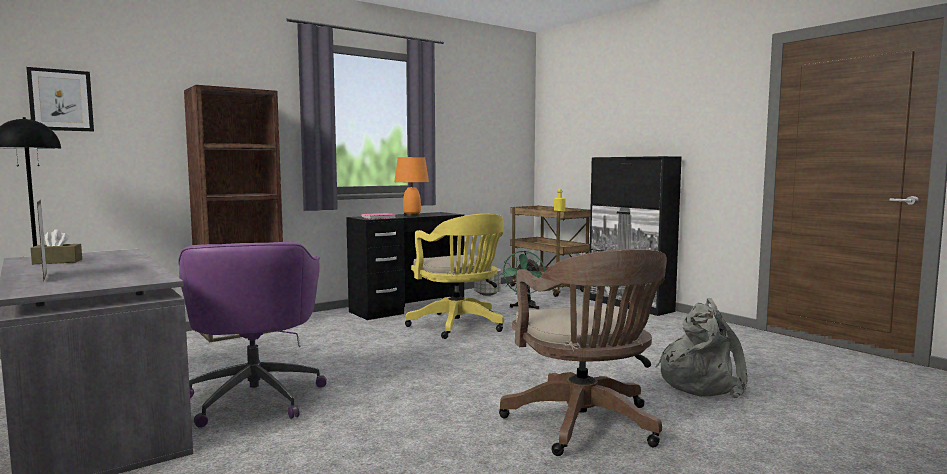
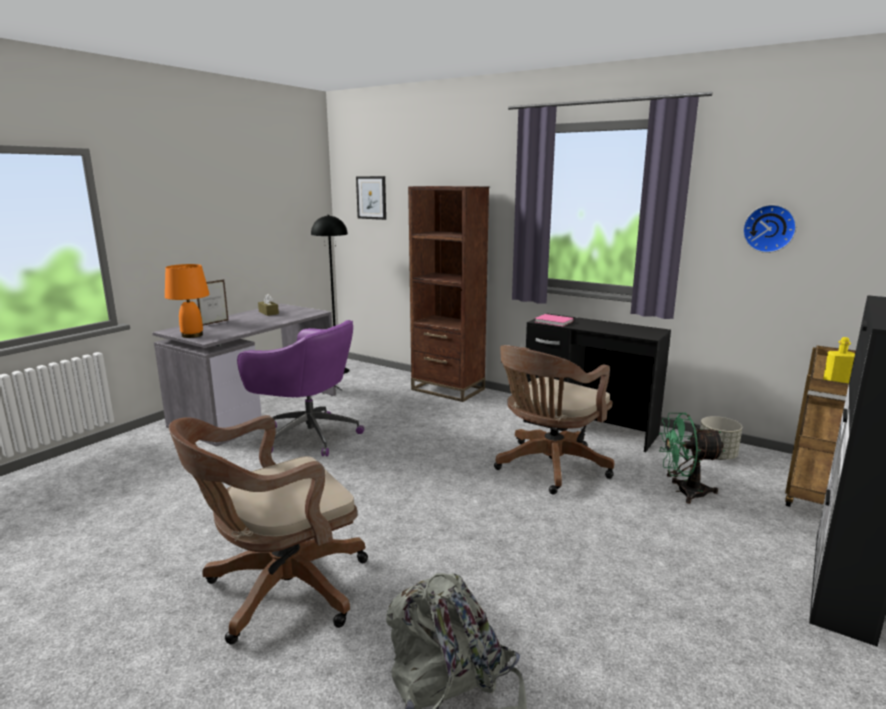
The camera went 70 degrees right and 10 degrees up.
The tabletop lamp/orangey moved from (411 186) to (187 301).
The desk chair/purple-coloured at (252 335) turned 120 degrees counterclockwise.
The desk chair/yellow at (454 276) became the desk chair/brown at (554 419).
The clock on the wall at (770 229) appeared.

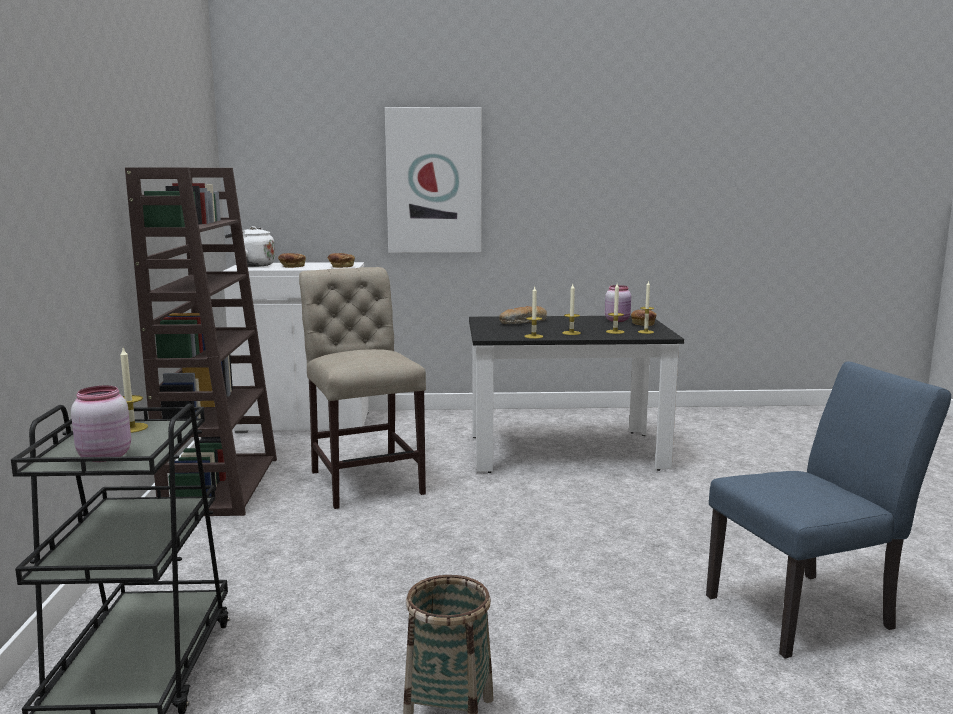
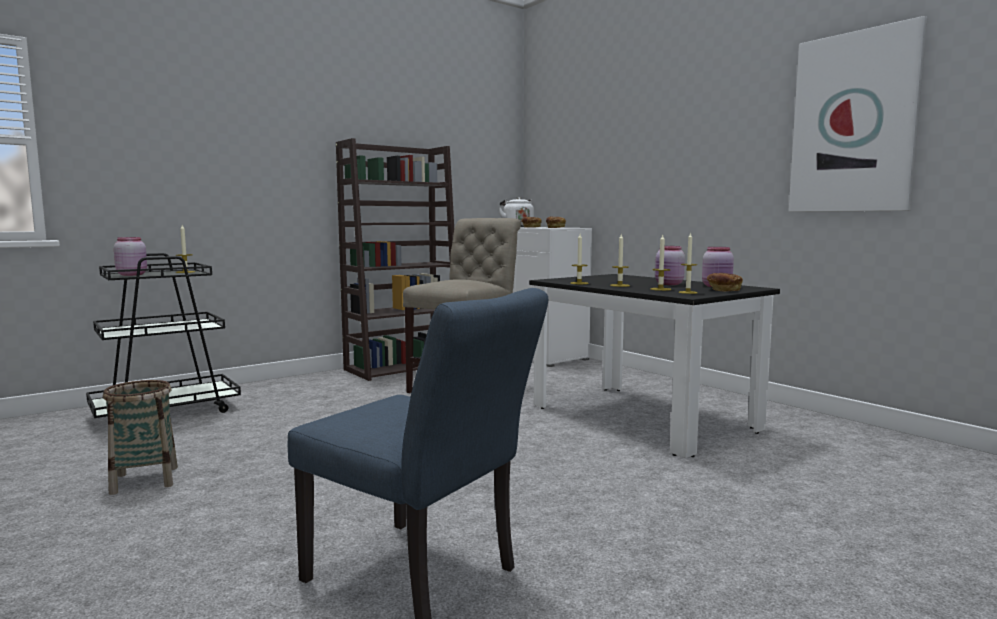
The camera went 55 degrees right and 5 degrees down.
The jar/pink at (670 265) appeared.
The wall picture moved from (433 180) to (858 114).
The bakery bread at (523 315) disappeared.

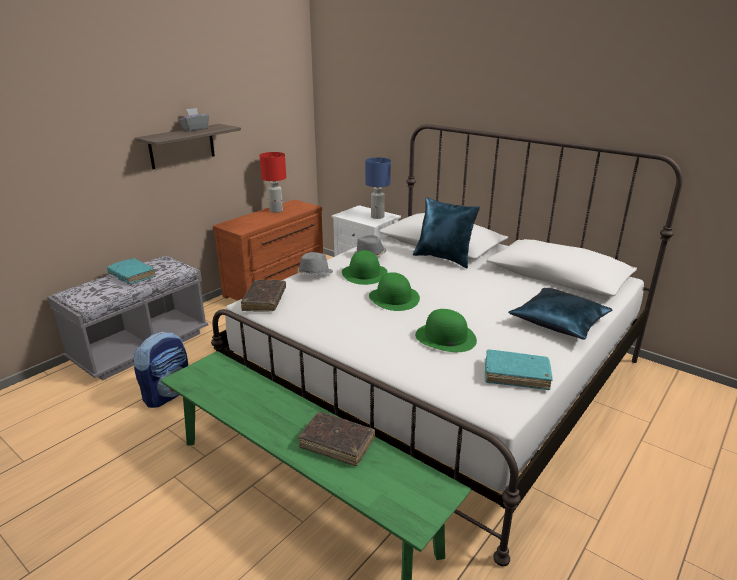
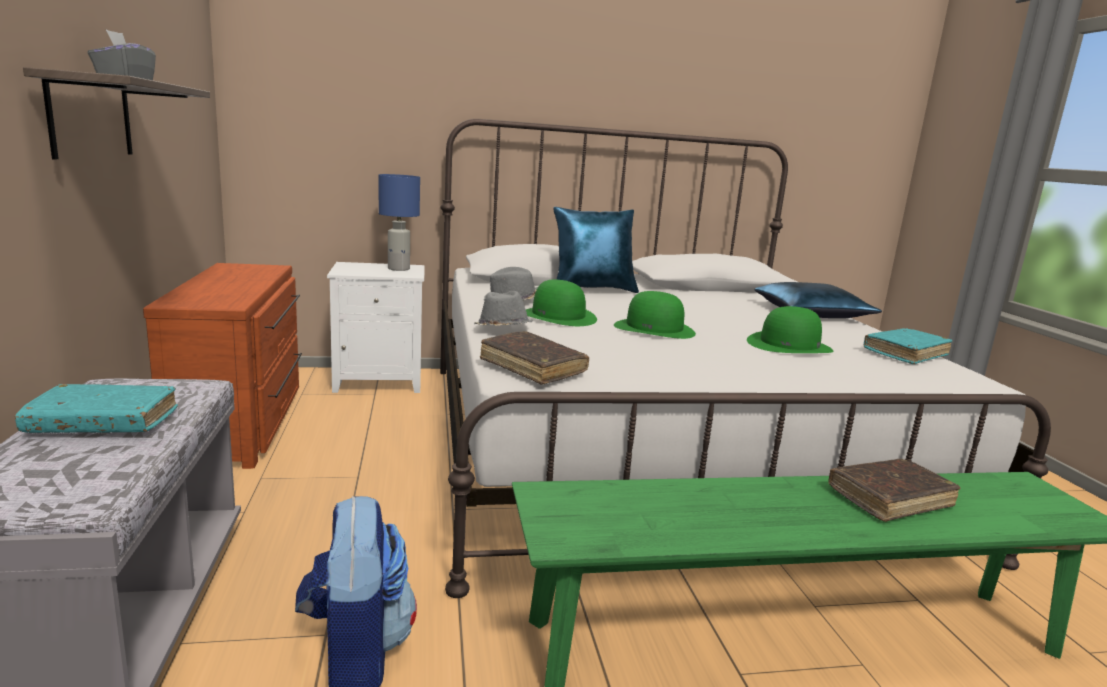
The camera went 50 degrees left and 10 degrees down.
The tabletop lamp/red-coloured at (272 182) disappeared.

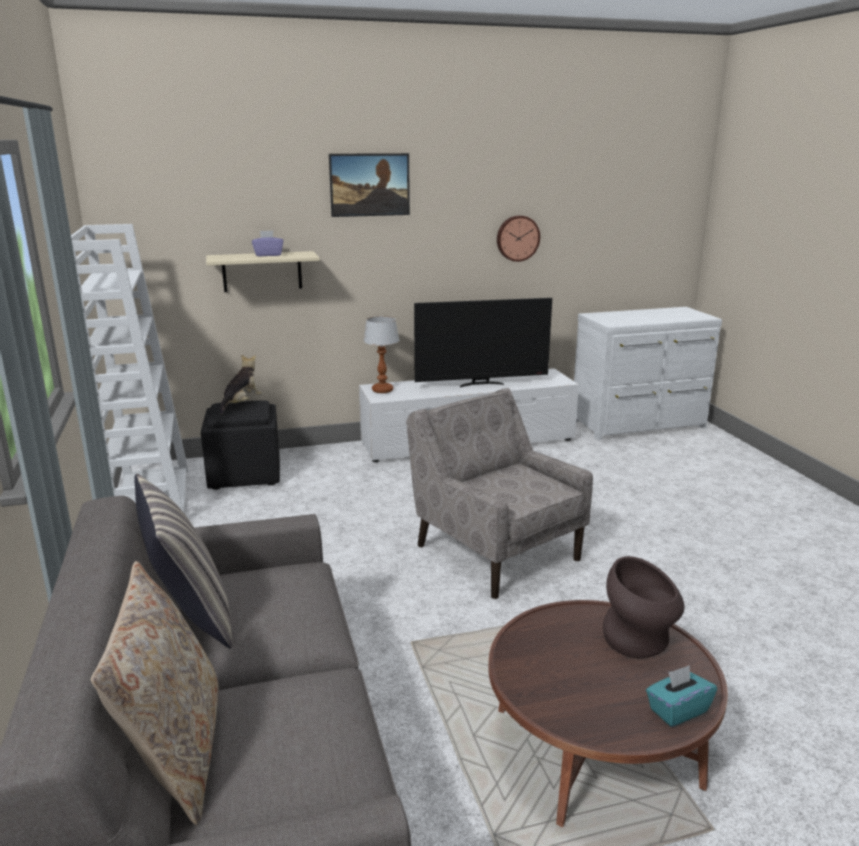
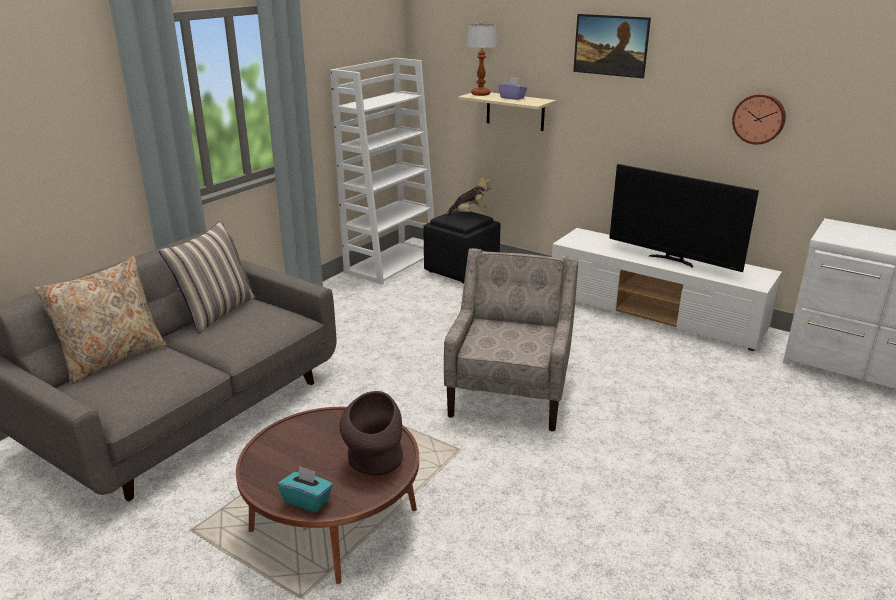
The camera went 50 degrees right and 5 degrees up.
The tabletop lamp moved from (381 354) to (482 60).

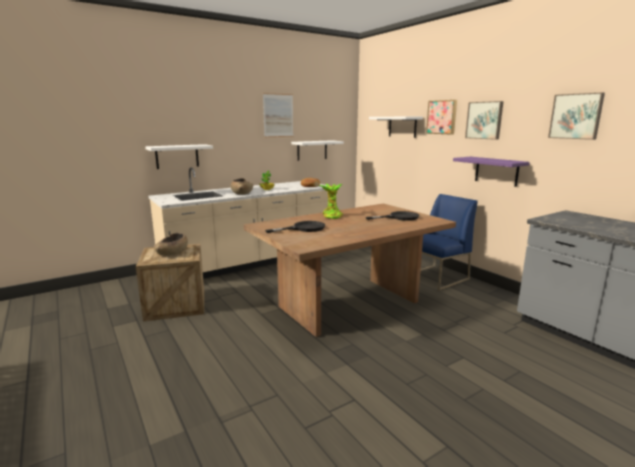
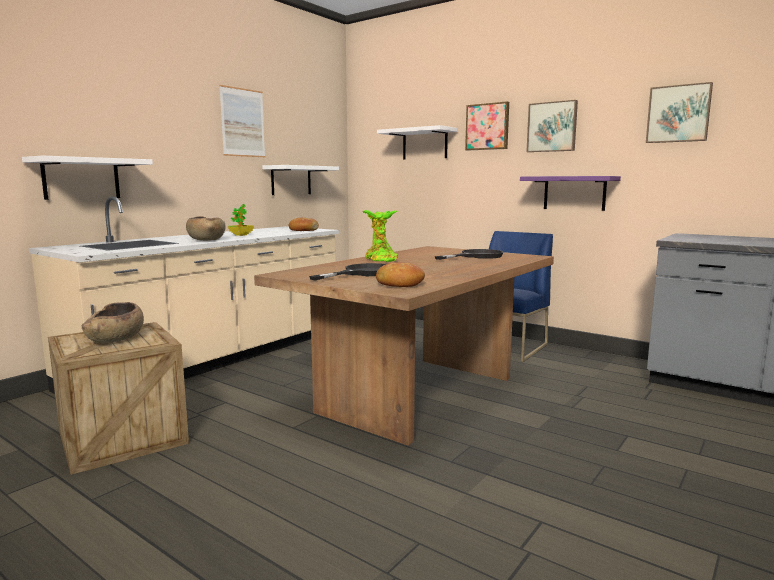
The camera went 20 degrees left and 5 degrees down.
The bakery bread at (400 274) appeared.

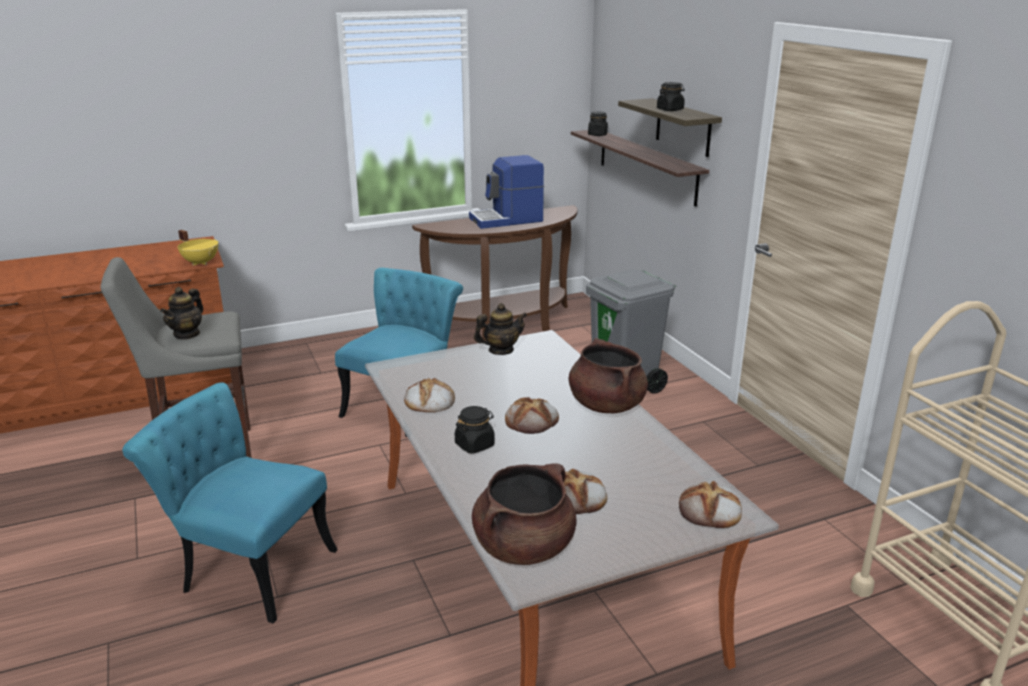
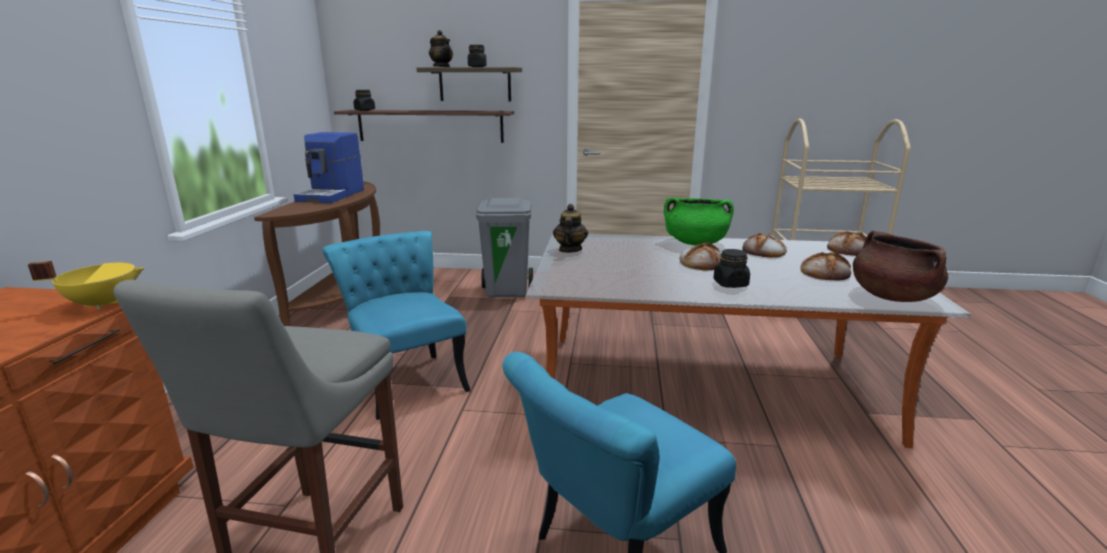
The camera went 60 degrees left and 5 degrees down.
The teapot moved from (181 313) to (441 48).
The saucepot/brown at (608 375) became the saucepot/green-coloured at (698 222).
The bakery bread moved from (429 395) to (764 245).

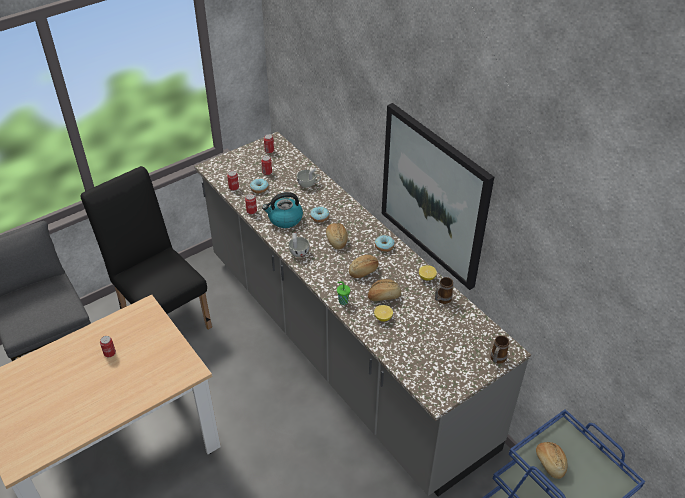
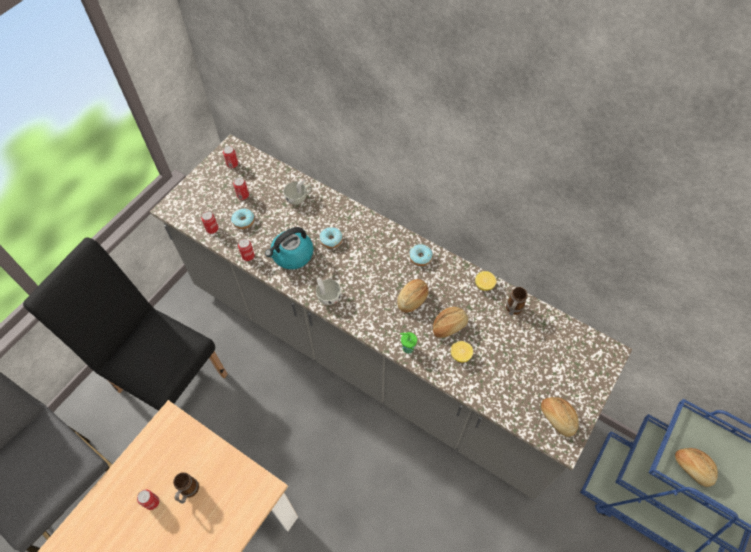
The camera went 20 degrees left and 15 degrees up.
The mug moved from (499 350) to (186 488).
The bakery bread moved from (337 236) to (560 417).
The wall picture at (438 196) disappeared.

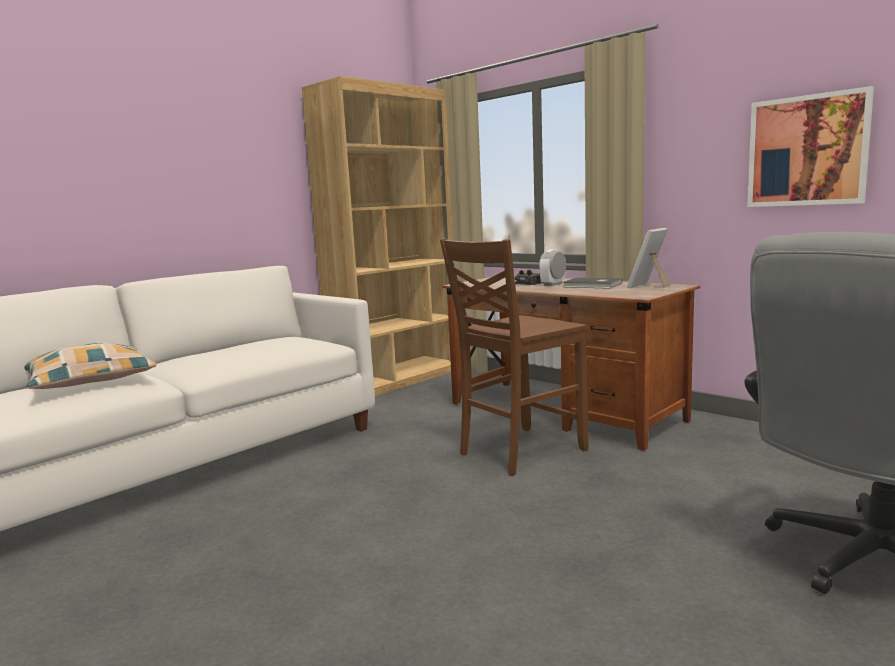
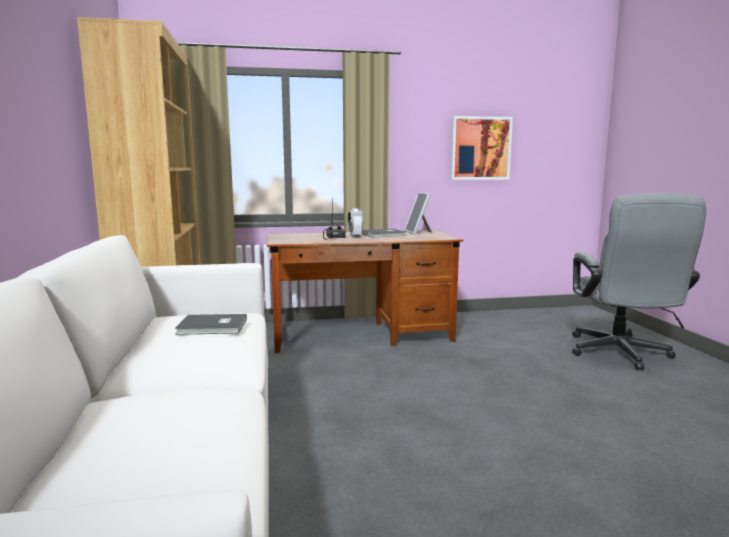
The camera went 55 degrees left and 0 degrees up.
The volume/gray at (211 324) appeared.
The pillow at (90 366) disappeared.
The upright chair/brown at (514 357) disappeared.

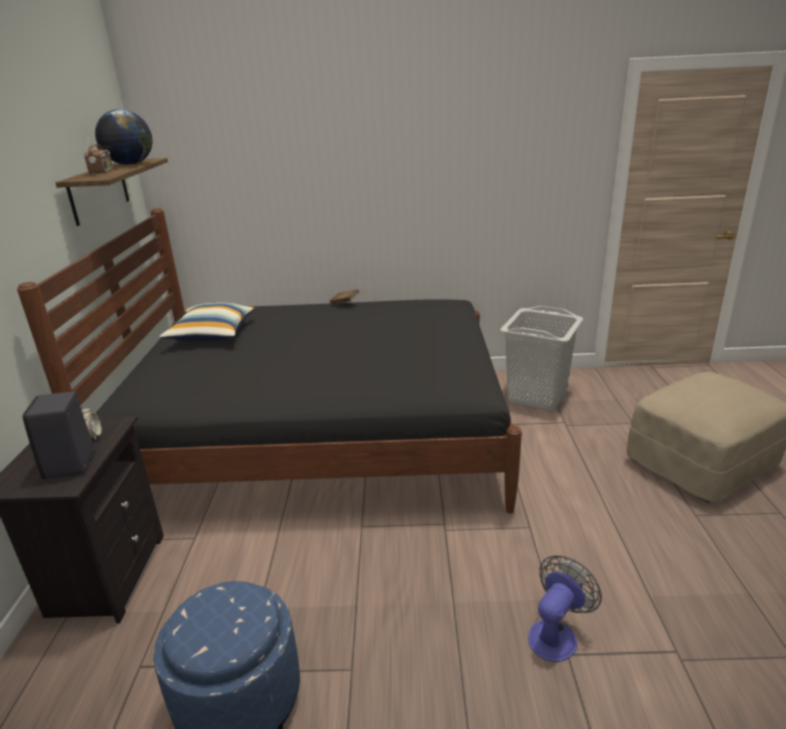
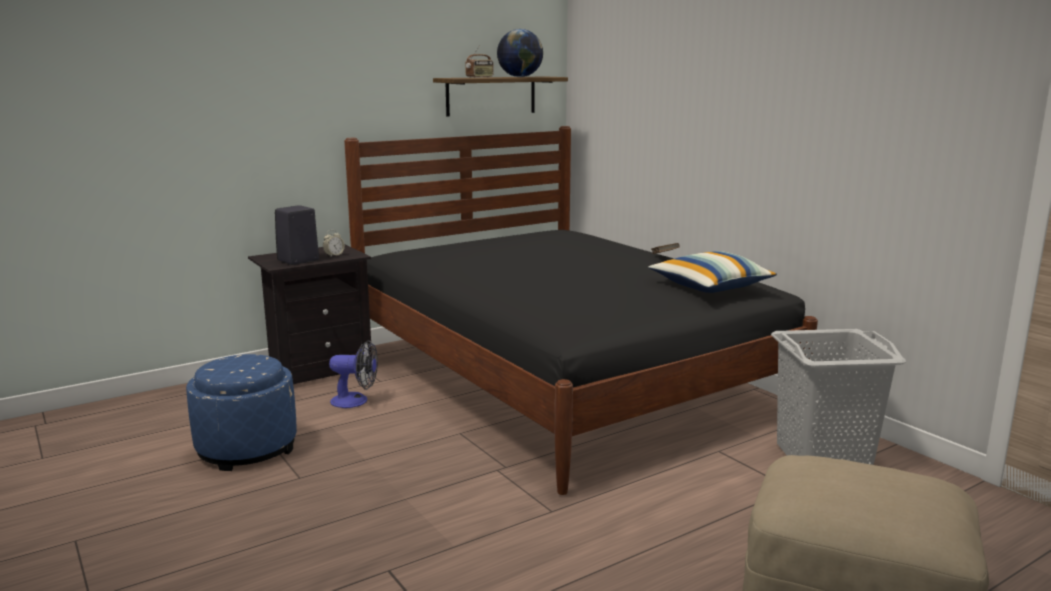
The camera went 55 degrees right and 10 degrees down.
The fan moved from (565 608) to (353 374).
The pillow moved from (207 322) to (712 272).

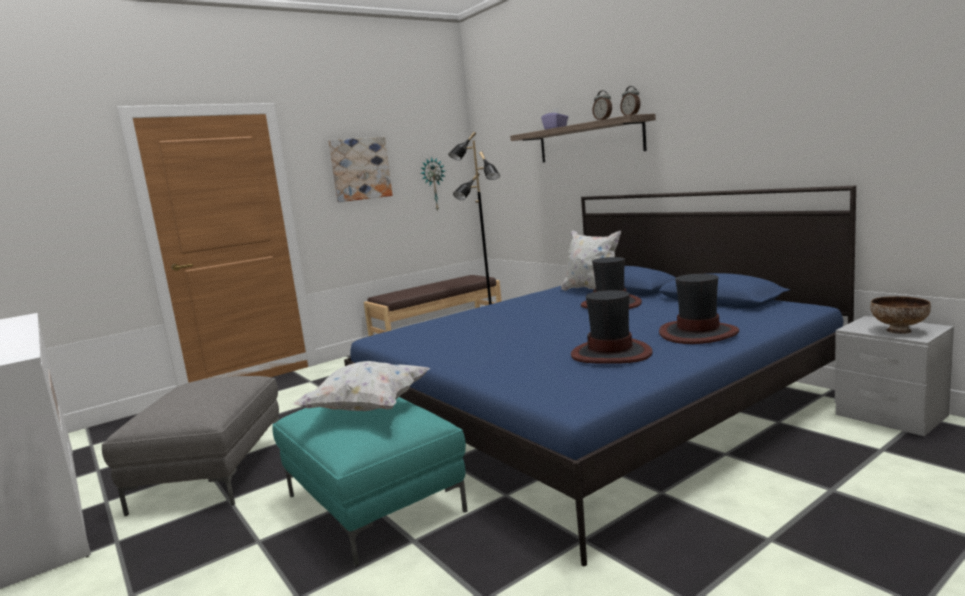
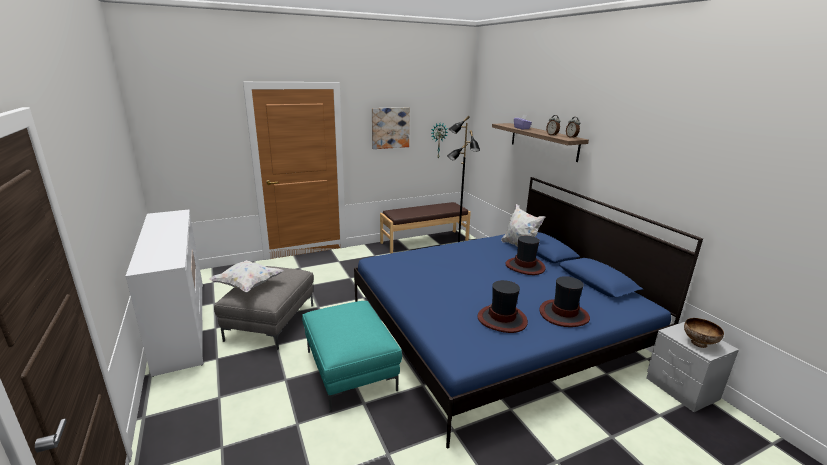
The camera went 10 degrees right and 10 degrees up.
The pillow/white moved from (361 386) to (246 276).

